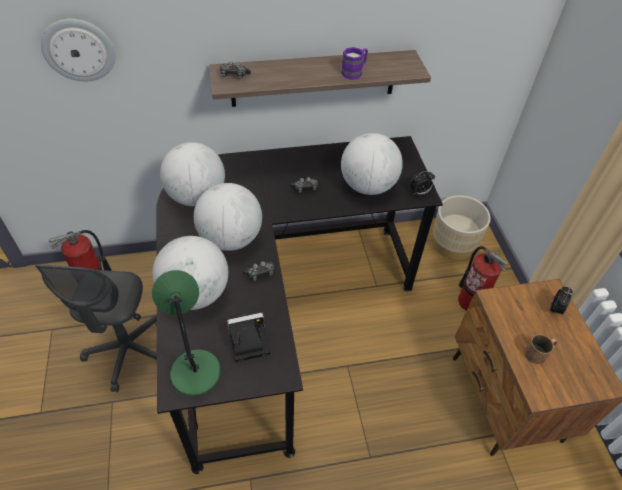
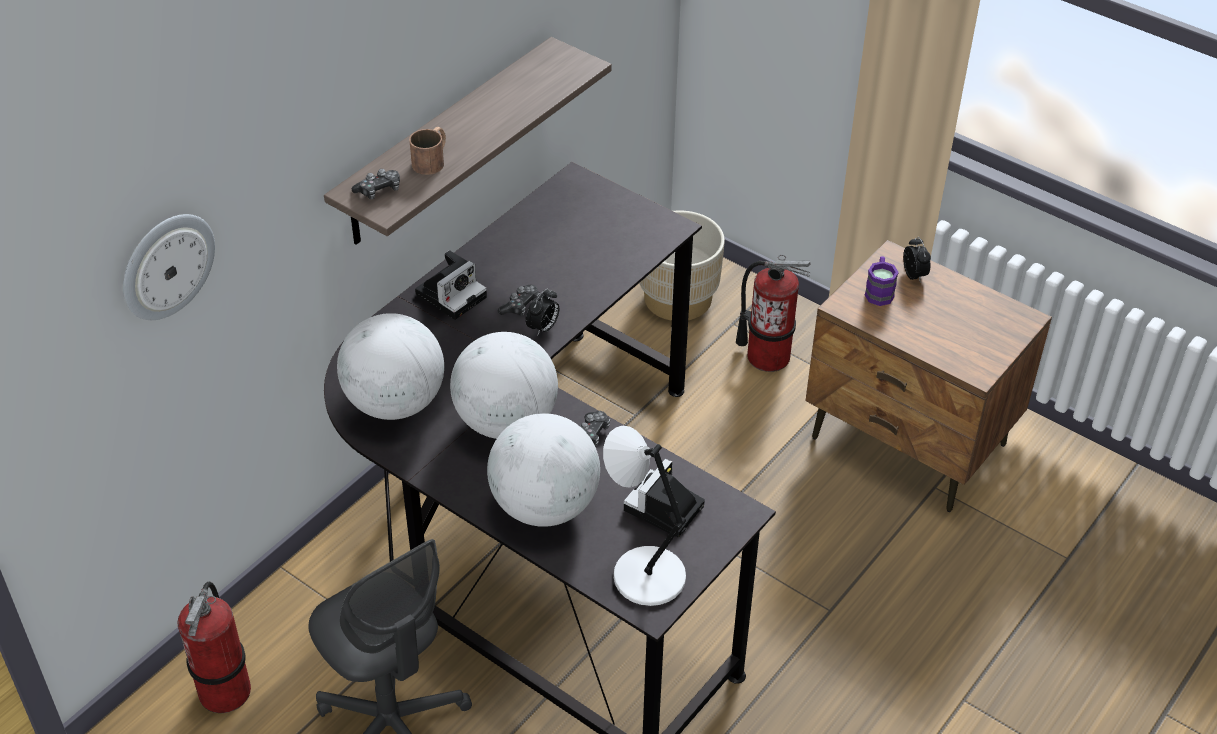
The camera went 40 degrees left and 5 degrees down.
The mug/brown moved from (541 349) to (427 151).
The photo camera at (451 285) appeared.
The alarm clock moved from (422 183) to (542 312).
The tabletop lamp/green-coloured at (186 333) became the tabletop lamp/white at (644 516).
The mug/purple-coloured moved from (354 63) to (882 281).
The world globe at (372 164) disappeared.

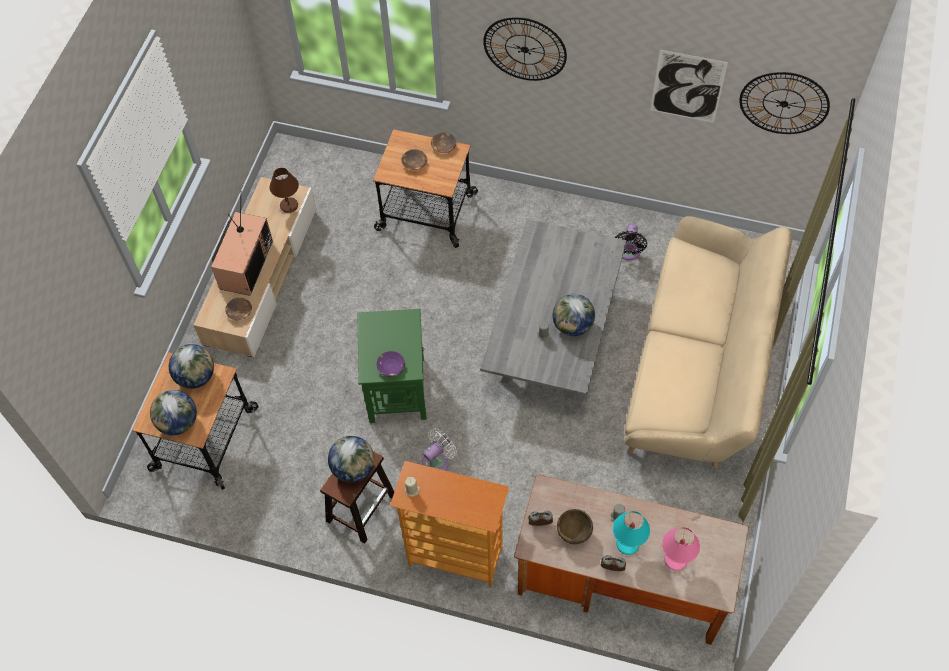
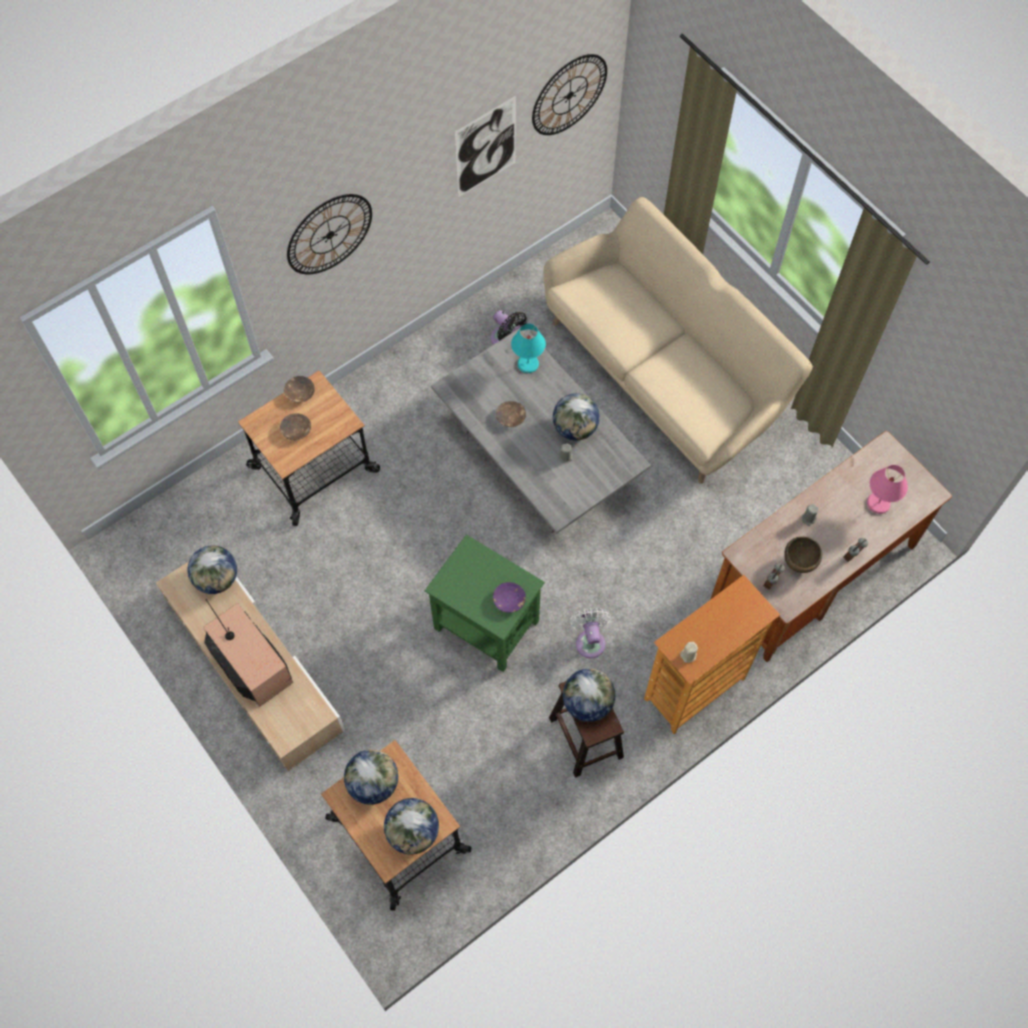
The camera went 55 degrees left and 5 degrees up.
The tabletop lamp/brown at (284 190) was replaced by the world globe at (212 569).
The deep dish/brown moved from (238 309) to (511 414).
The tabletop lamp/turquoise-coloured moved from (631 533) to (528 348).

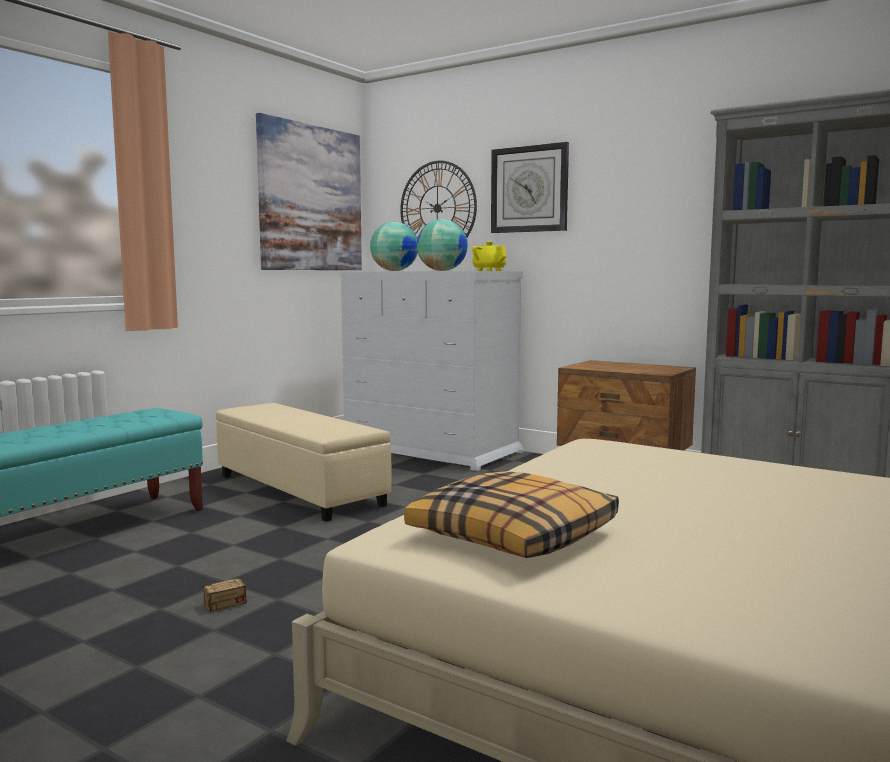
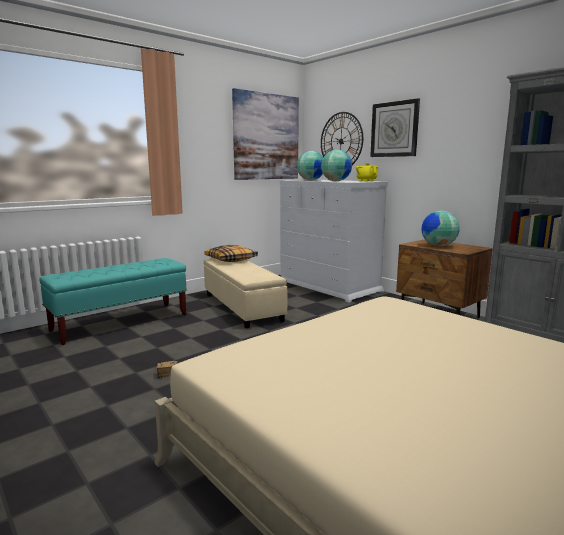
The camera went 15 degrees right and 5 degrees up.
The pillow moved from (511 515) to (231 253).
The world globe at (441 228) appeared.

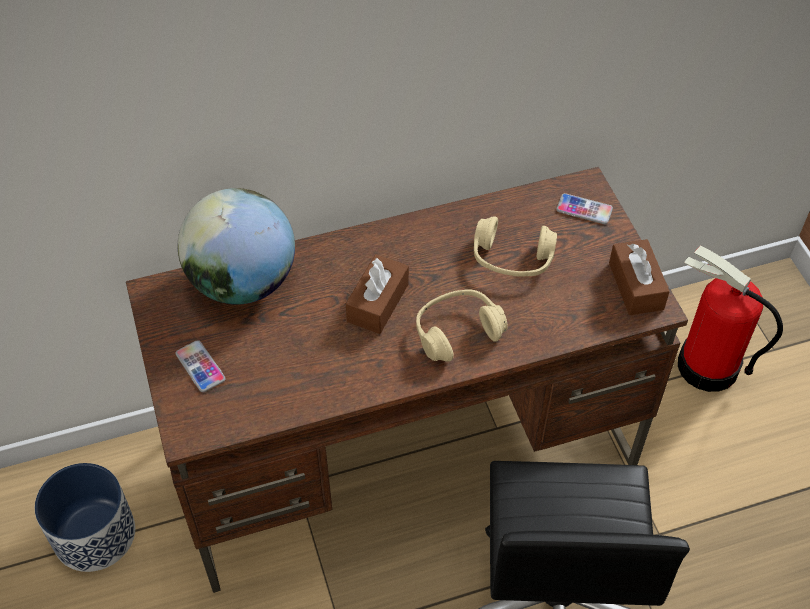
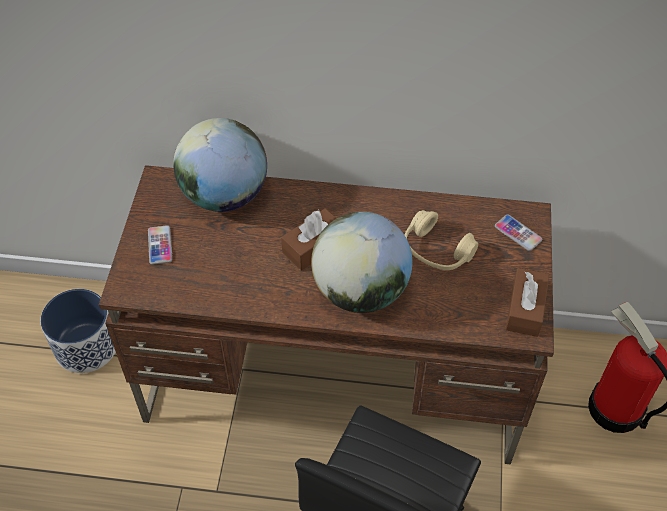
The camera went 25 degrees right and 0 degrees up.
The headset/beige at (462 326) was replaced by the world globe at (361 262).

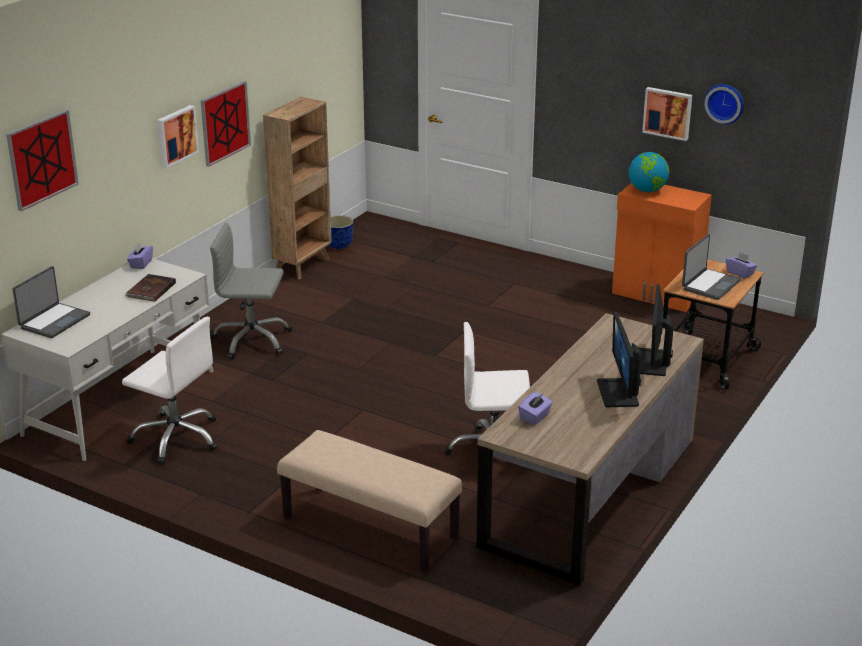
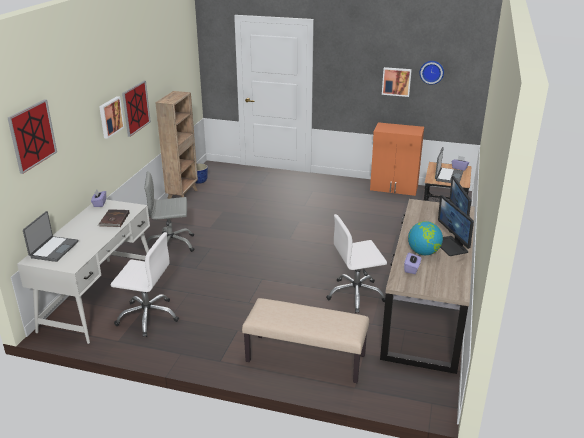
The camera went 15 degrees left and 0 degrees up.
The world globe moved from (649 172) to (425 238).

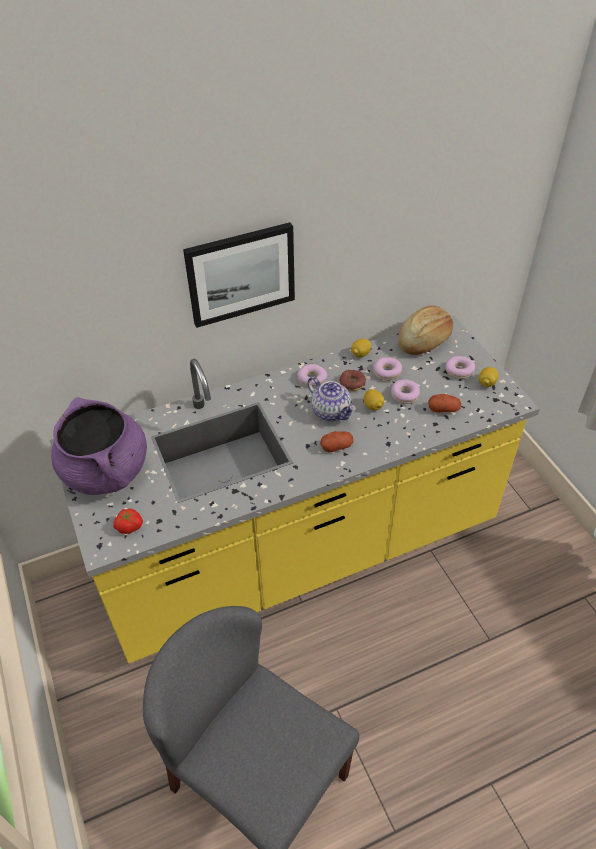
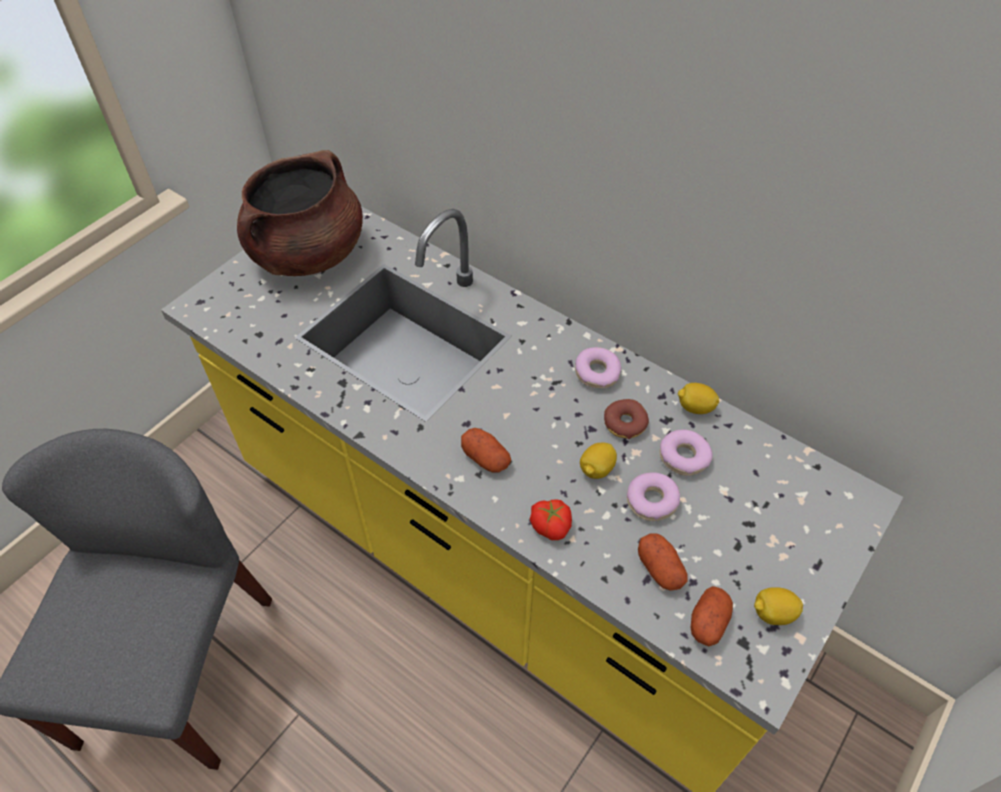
The camera went 60 degrees right and 5 degrees up.
The saucepot/purple-coloured at (99 446) became the saucepot/brown at (300 213).
The whole tomato moved from (128 521) to (551 519).
The spud at (711 616) appeared.
The wall picture at (239 275) disappeared.
The teapot at (332 398) disappeared.
The bakery bread at (425 330) disappeared.
The ring doughnut at (460 367) disappeared.

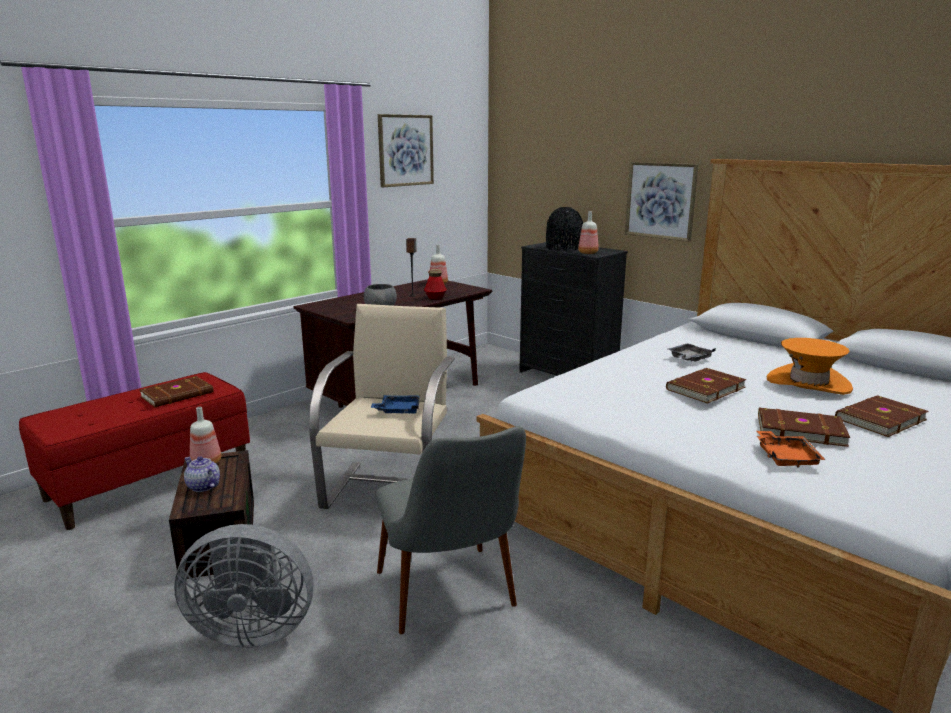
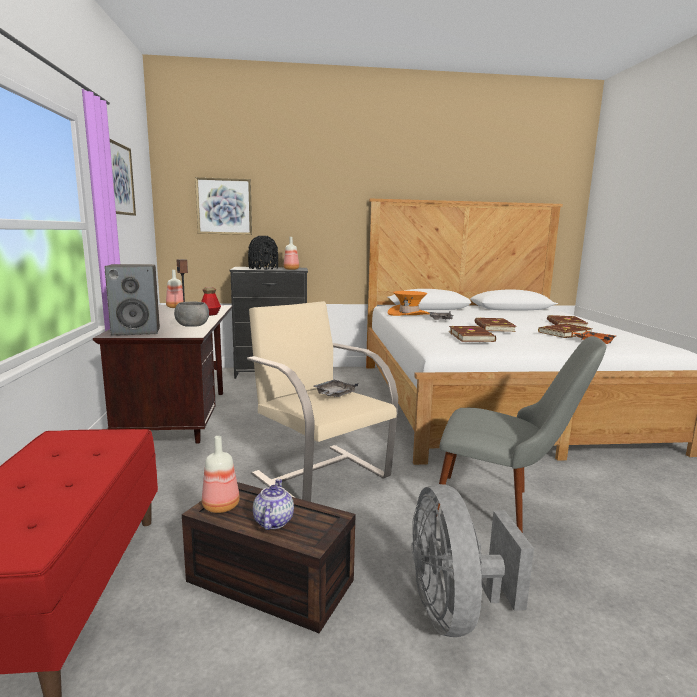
The camera went 50 degrees left and 5 degrees down.
The audio speaker at (132 300) appeared.
The wall picture moved from (662 202) to (223 206).
The teapot at (202 474) turned 105 degrees clockwise.
The carrying tray/blue-coloured at (395 404) became the carrying tray/gray at (336 388).
The clothing hat/orangey moved from (810 366) to (408 303).
The fan/gray at (243 586) turned 135 degrees clockwise.
The volume/brown moved from (176 391) to (472 334).

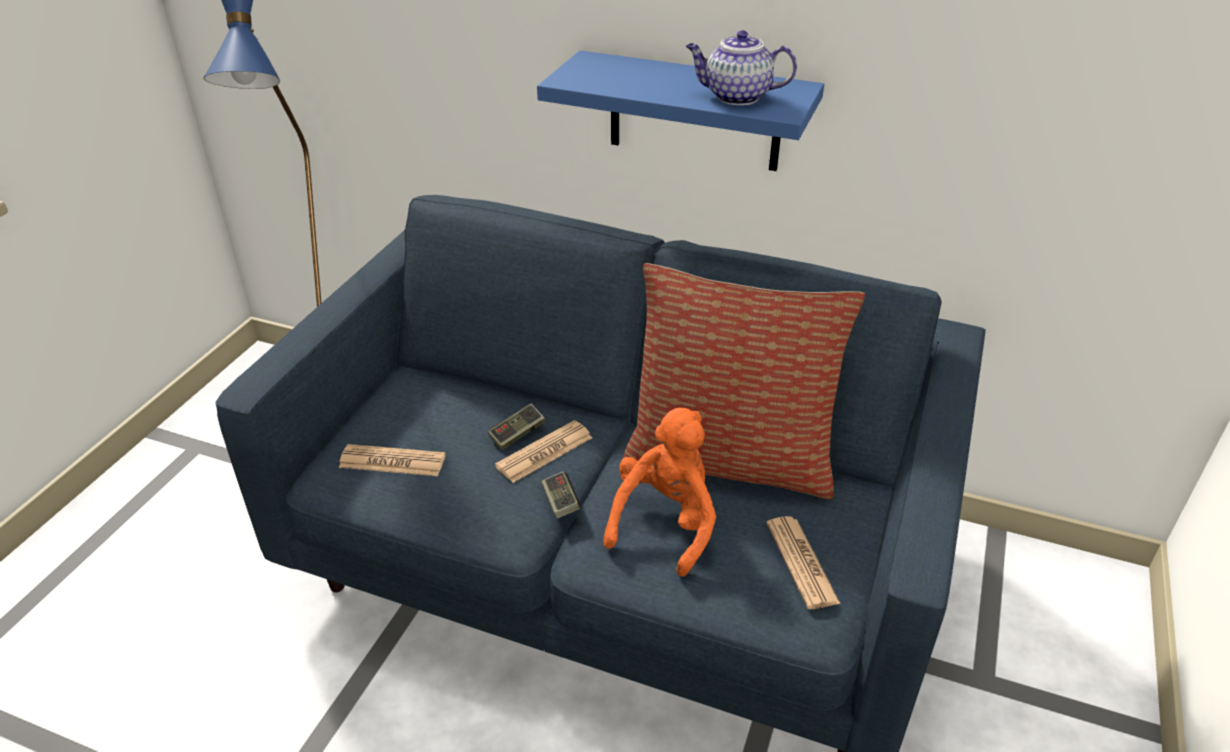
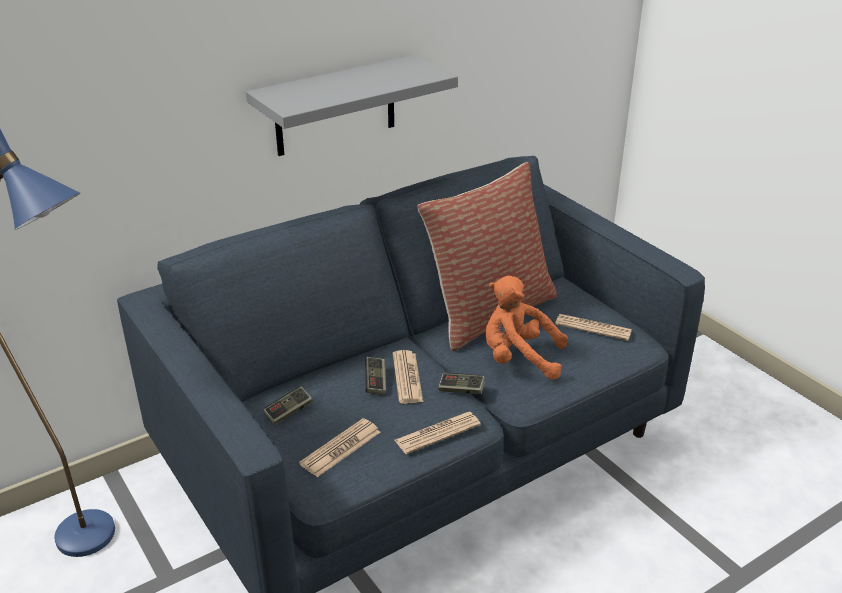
The camera went 55 degrees left and 5 degrees down.
The shelf/blue-coloured at (680 110) became the shelf/gray at (352 105).
The gamepad at (288 405) appeared.
The daily paper at (438 433) appeared.
The soft toy/orangey at (659 492) turned 45 degrees counterclockwise.
The teapot at (741 67) disappeared.

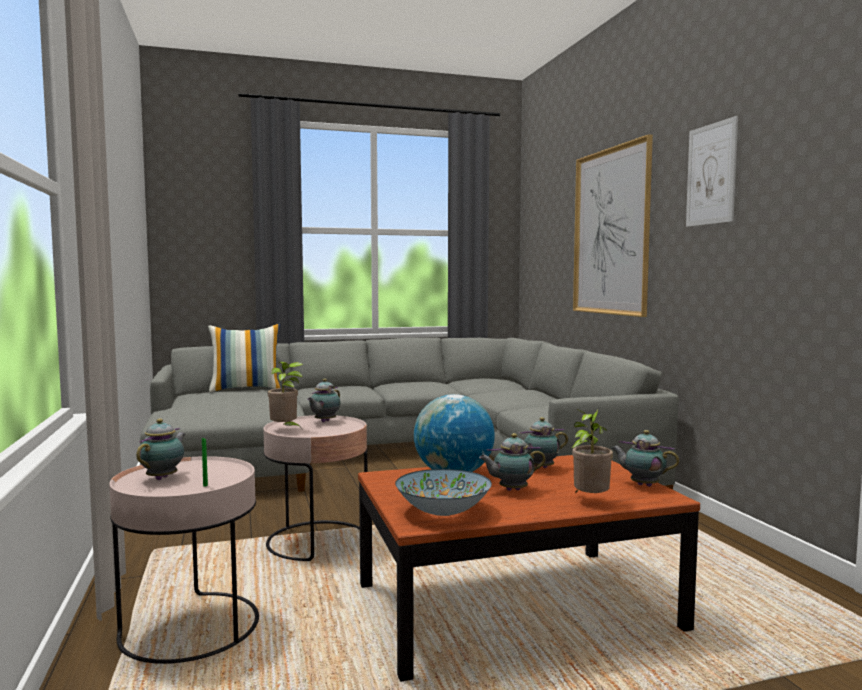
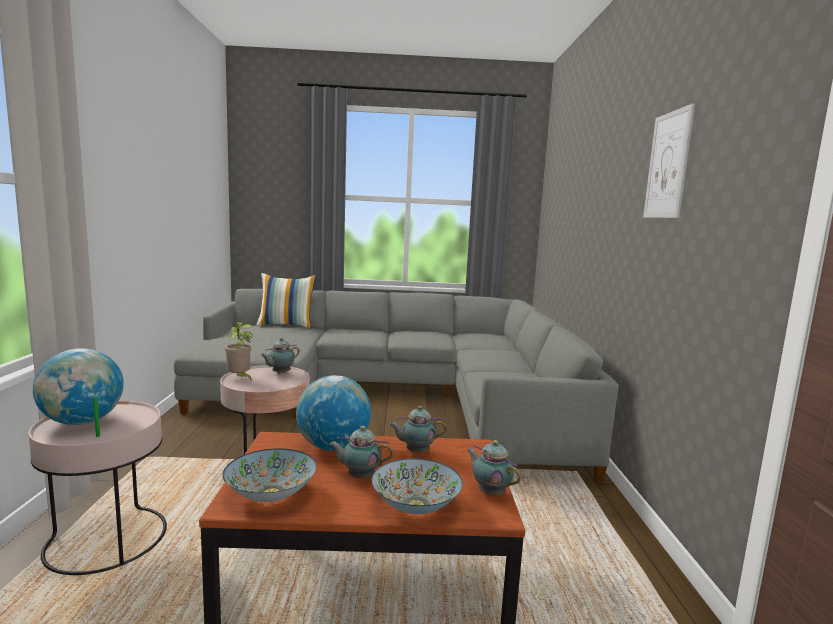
The camera went 15 degrees right and 5 degrees up.
The teapot at (160 449) was replaced by the world globe at (78 386).
The plant in a pot at (592 451) was replaced by the deep dish at (417 486).
The wall picture at (613 225) disappeared.

